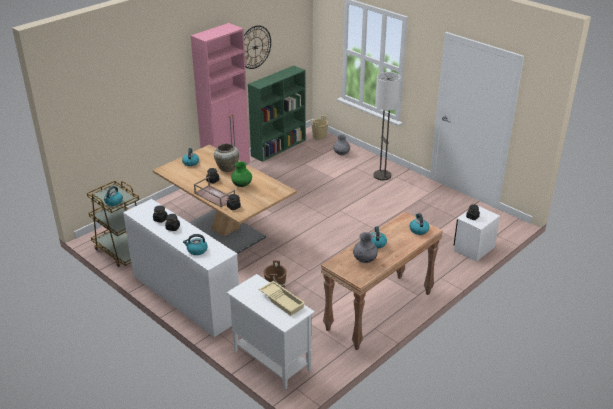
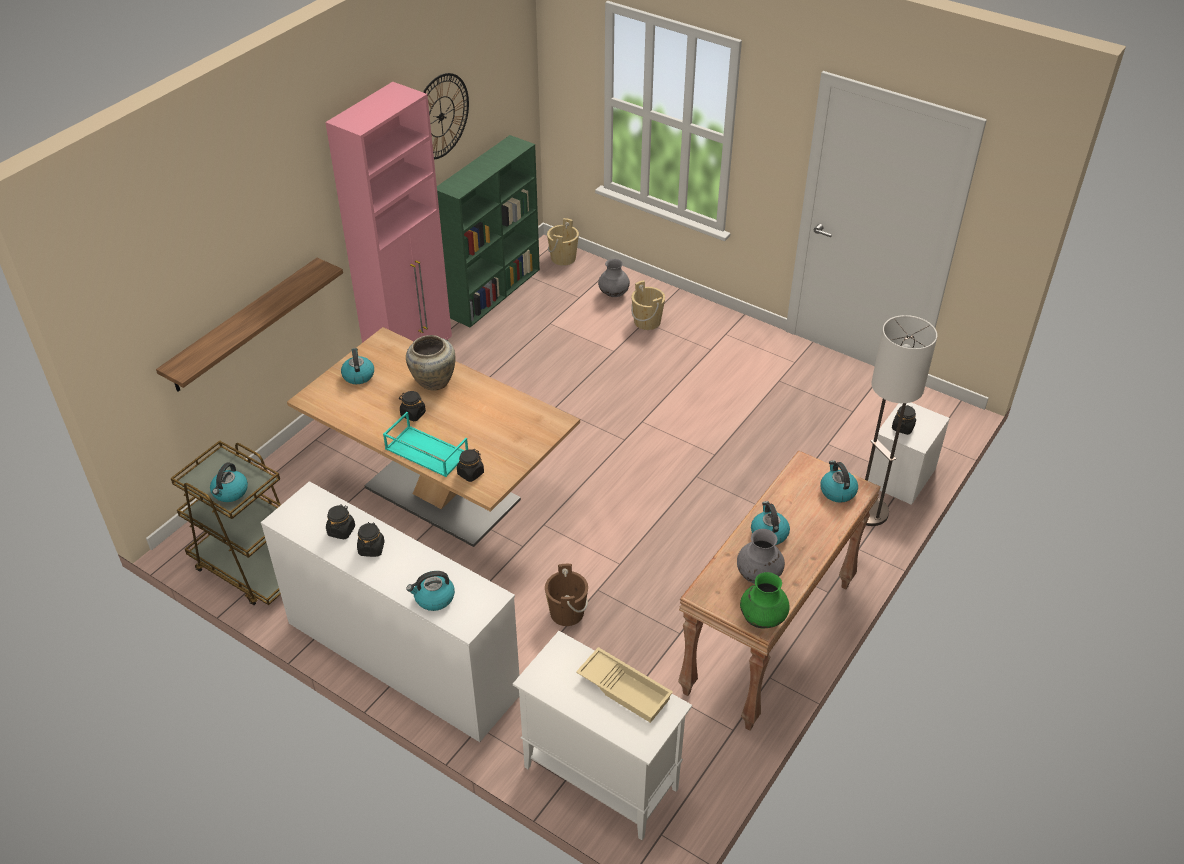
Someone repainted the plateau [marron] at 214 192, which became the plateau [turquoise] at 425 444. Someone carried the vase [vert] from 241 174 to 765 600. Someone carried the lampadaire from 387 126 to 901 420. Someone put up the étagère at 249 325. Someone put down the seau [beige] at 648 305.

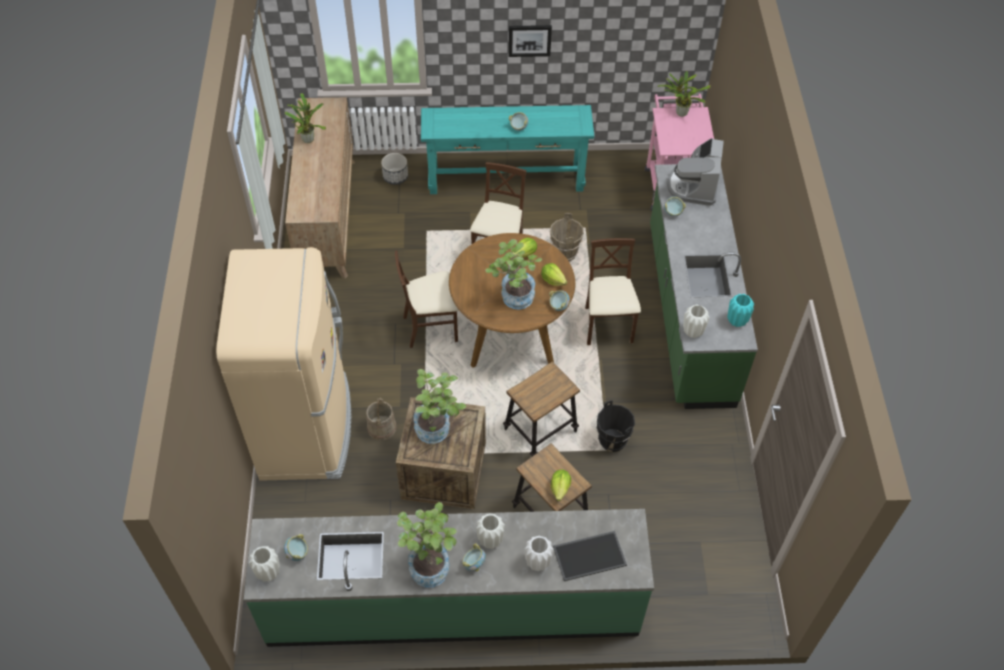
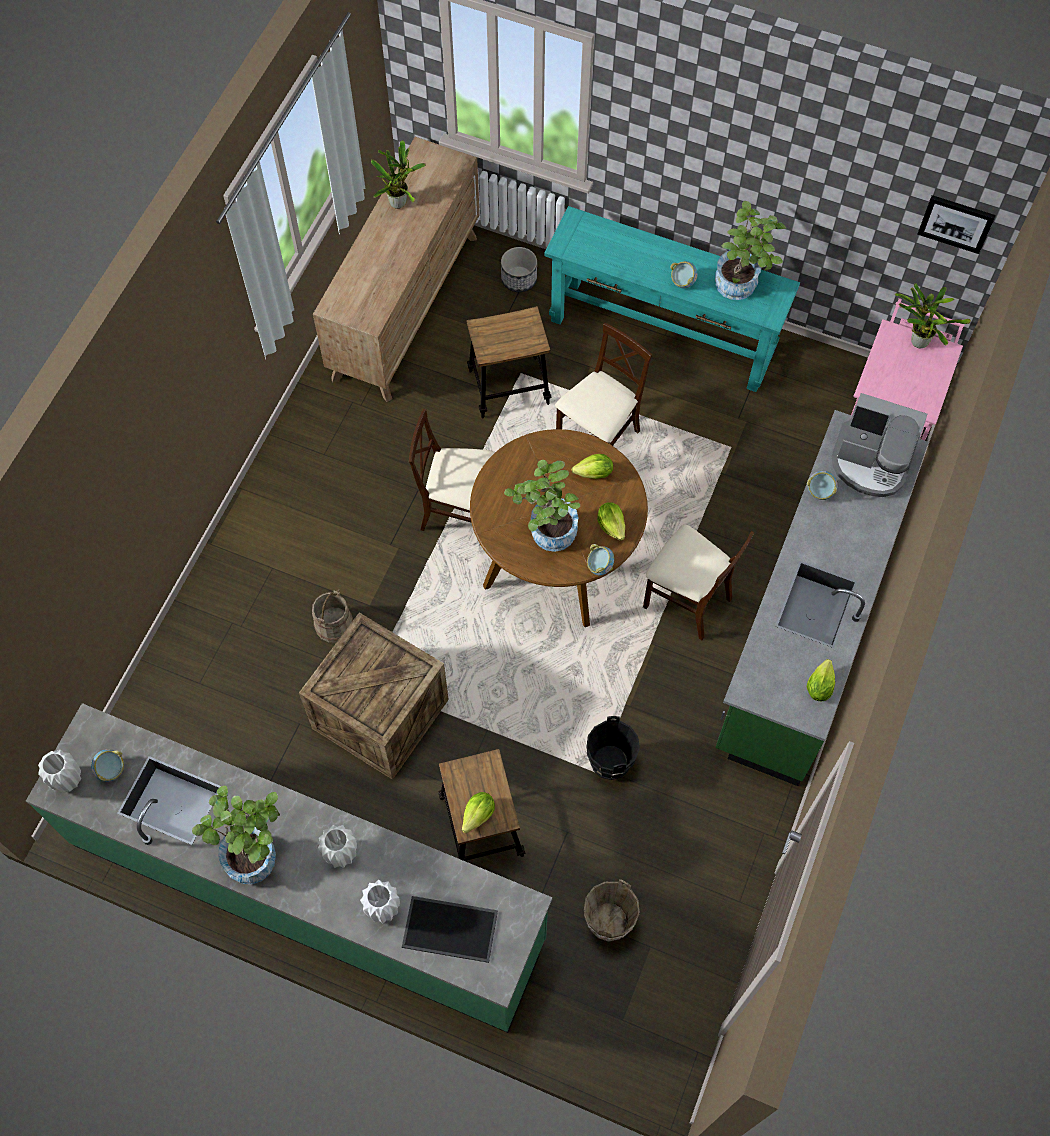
Someone took away the réfrigérateur [beige] at 283 364. Someone carried the plante en pot from 439 406 to 750 250. Someone took away the bol at 474 557. Someone carried the tabouret from 541 408 to 509 362. Someone carried the tableau from 530 41 to 956 224. Someone carried the seau [marron] from 567 237 to 612 910. Someone rotated the chaise [beige] at 613 291 by 105 degrees clockwise. Someone rotated the machine à café at 695 172 by 105 degrees counterclockwise. Someone took away the vase [blanc] at 696 321. Someone swapped the vase [turquoise] at 740 310 for the laitue at 821 680.

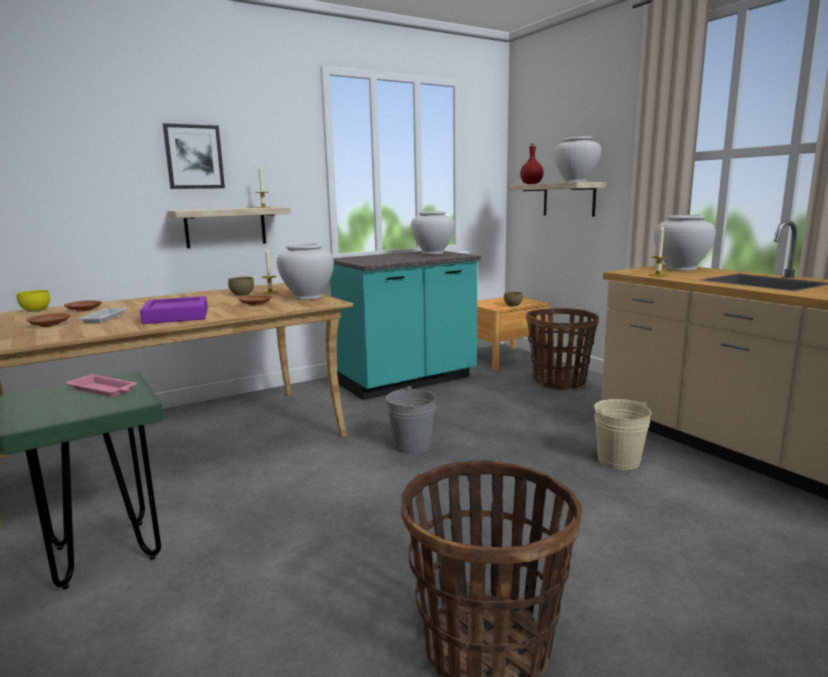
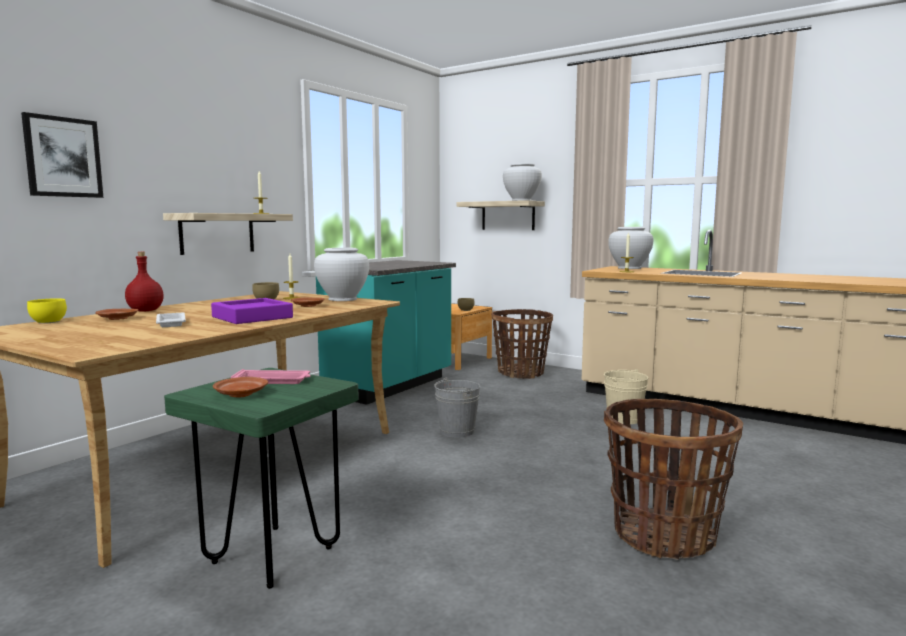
Someone carried the assiette [marron] from 48 320 to 240 387. Someone carried the tableau from 194 156 to 62 155. Someone took away the vase [blanc] at 432 232. Someone carried the bouteille [rouge] from 532 163 to 144 282.

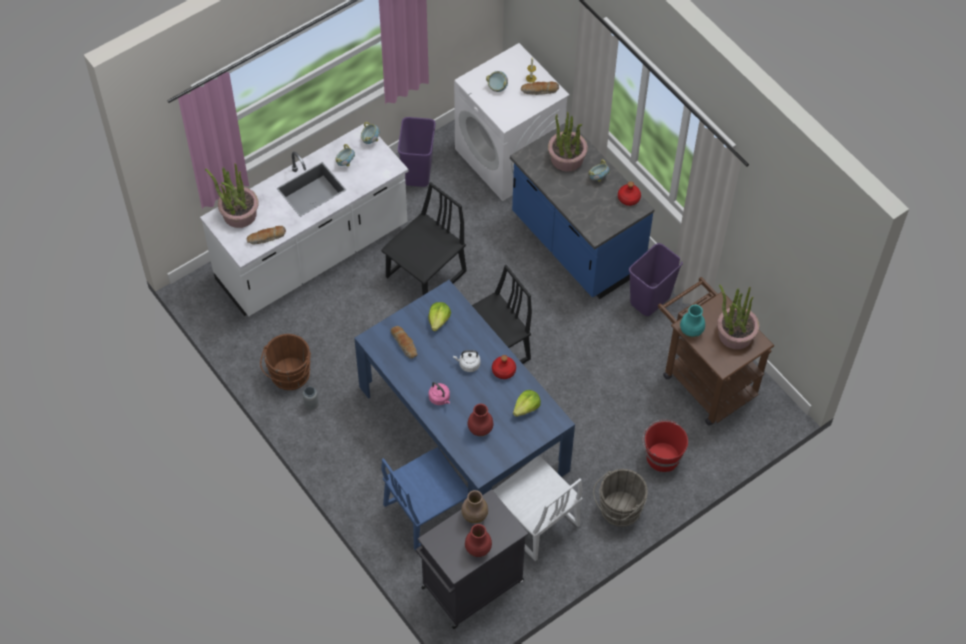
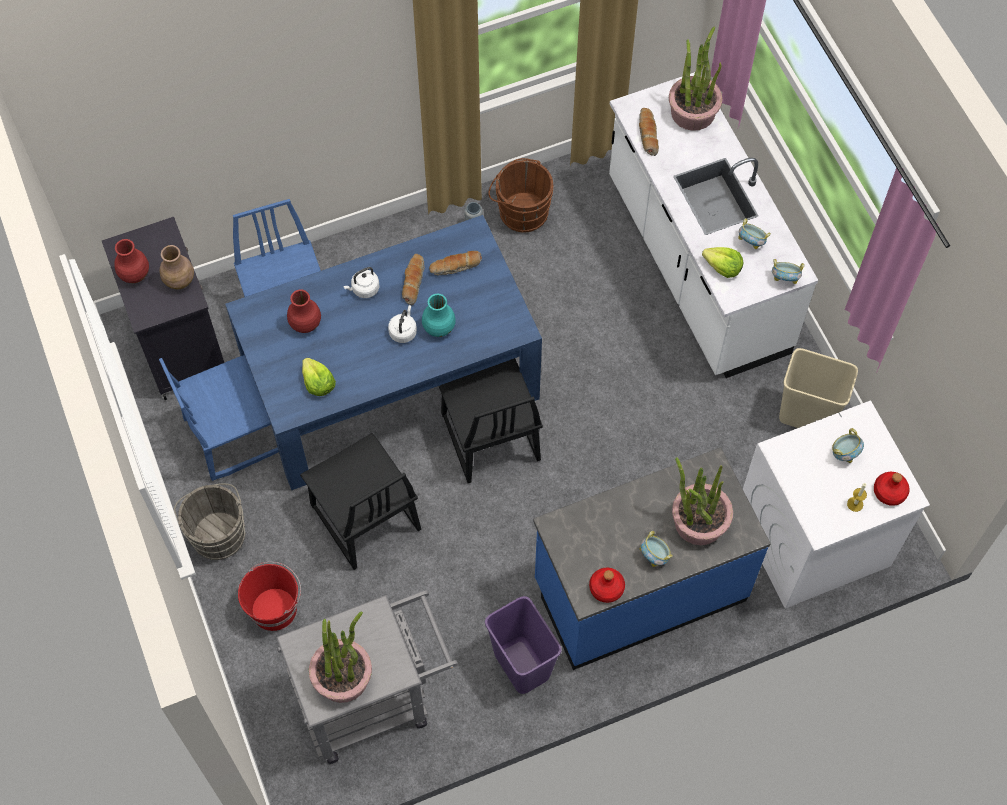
Someone carried the chaise [noir] from 424 238 to 360 501. Someone repainted the poubelle [violet] at 416 152, which became the poubelle [beige] at 818 388. Someone carried the laitue from 439 316 to 723 262. Someone repainted the bouilloire [rose] at 439 393, which became the bouilloire [blanc] at 361 282. Someone carried the bouteille [rouge] from 504 367 to 892 489. Someone repainted the chaise [blanc] at 538 508, which became the chaise [bleu] at 219 418. Someone carried the pain from 540 88 to 413 280. Someone repainted the chariot [marron] at 716 351, which became the chariot [gris] at 367 677. Someone carried the vase [turquoise] from 692 321 to 439 315.

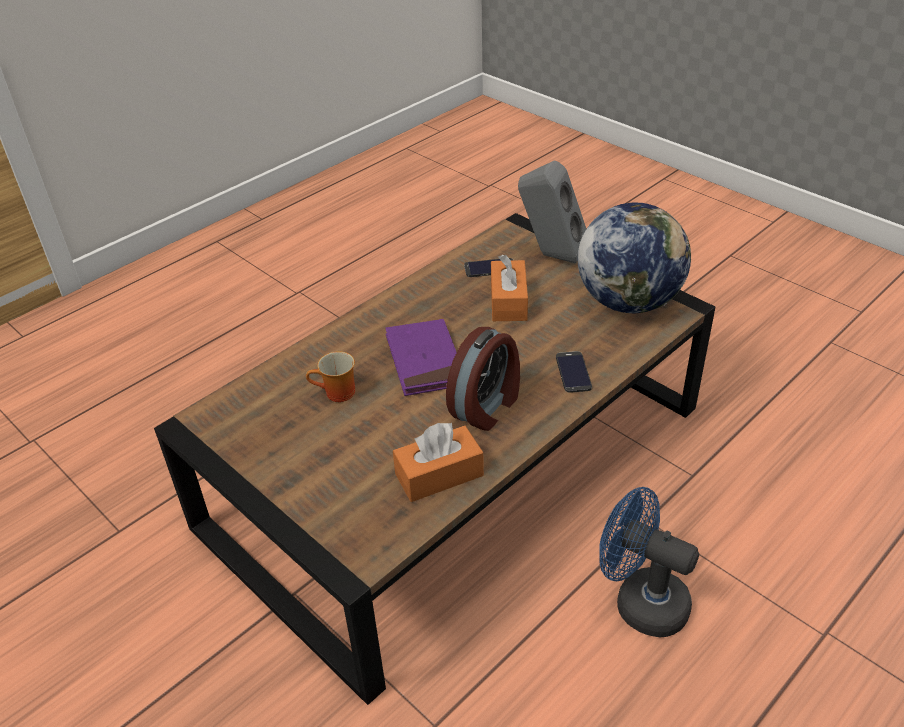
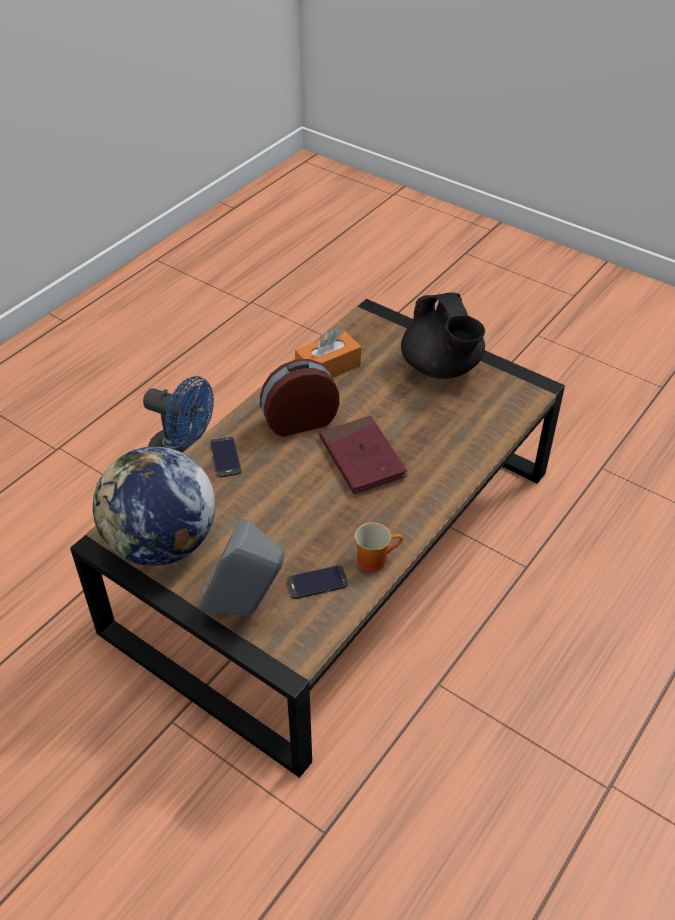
Someone carried the mug from 330 376 to 379 547. Someone repainted the livre [violet] at 421 357, which became the livre [rouge] at 363 455. Someone rotated the réveil at 483 379 by 45 degrees clockwise. Someone took away the boîte à mouchoirs [orange] at 509 288. Someone put down the théière [noir] at 443 336.

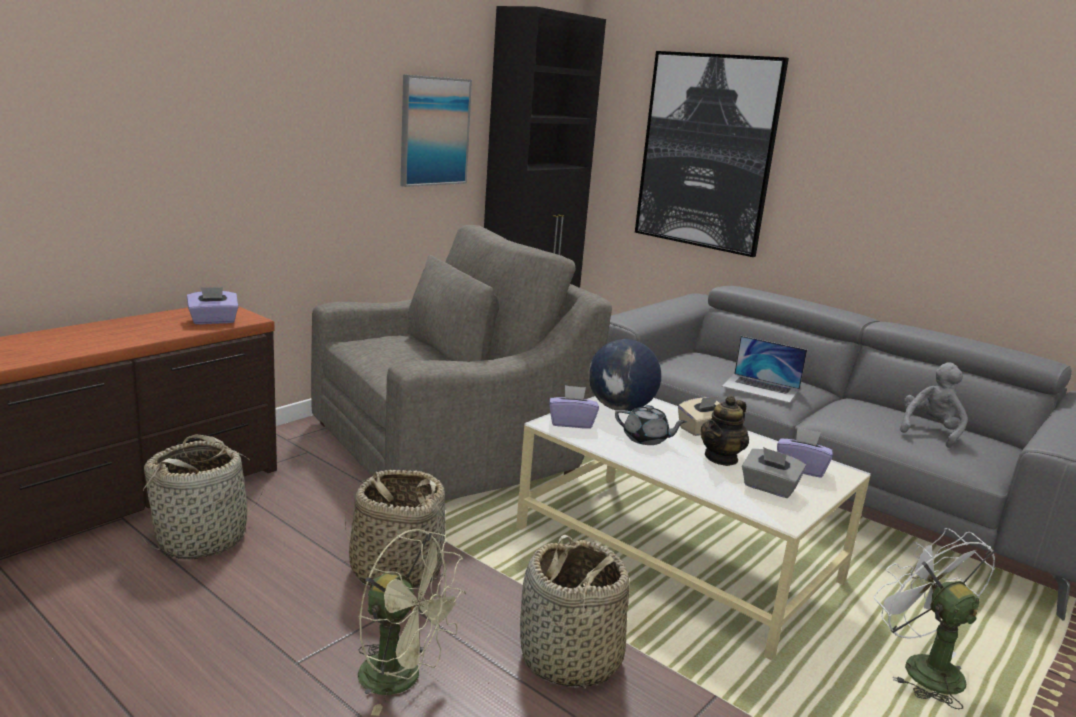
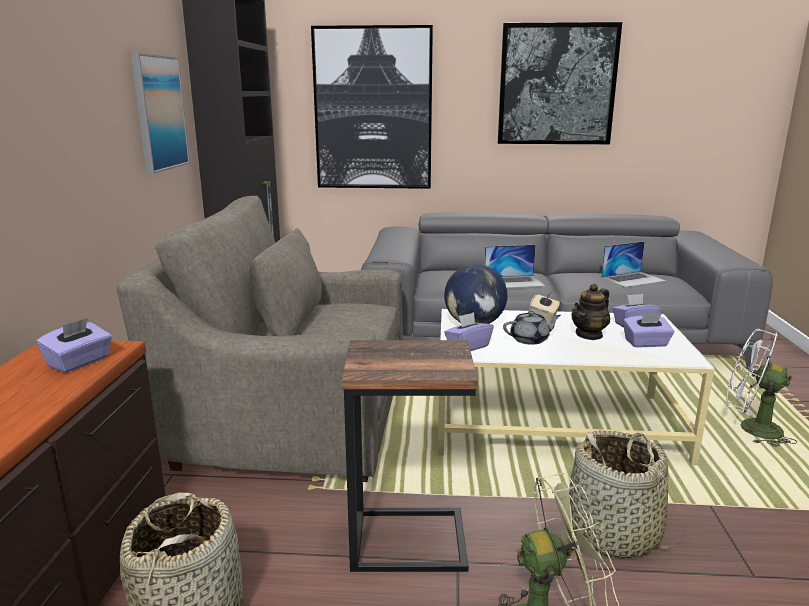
Someone rotated the fauteuil [gris] at 461 363 by 105 degrees counterclockwise. Someone swapped the panier at 395 529 for the table d'appoint at 410 456. Someone rotated the théière at 725 430 by 45 degrees clockwise. Someone repainted the boîte à mouchoirs [gris] at 774 472, which became the boîte à mouchoirs [violet] at 648 330. Someone swapped the peluche [gris] at 934 405 for the ordinateur portable at 633 264. Someone put up the tableau at 560 83.

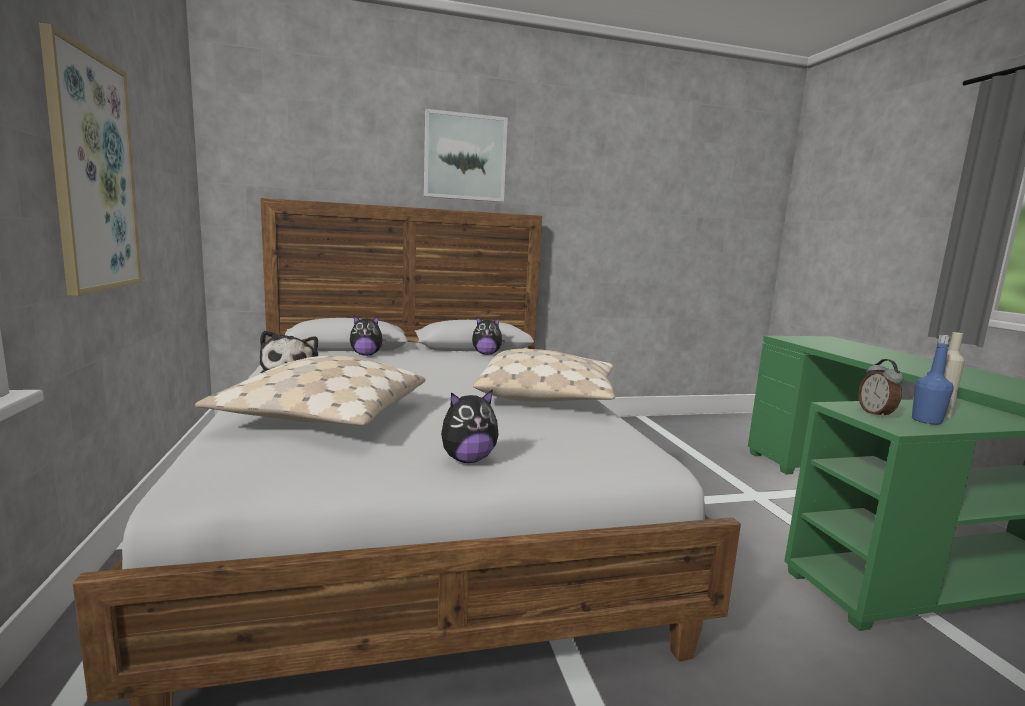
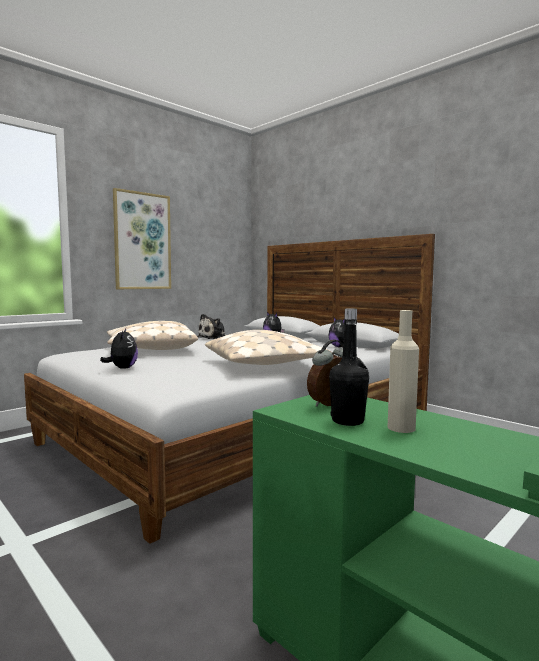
Someone took away the tableau at 466 155. Someone rotated the peluche at 470 426 by 135 degrees counterclockwise. Someone repainted the bouteille [bleu] at 933 380, which became the bouteille [noir] at 349 367.

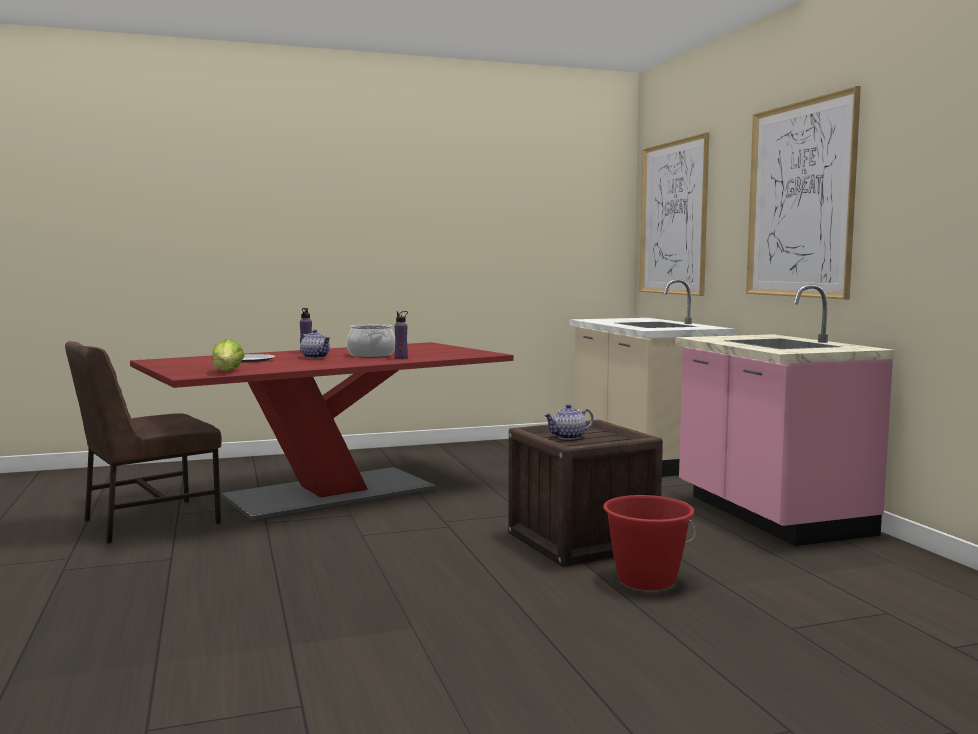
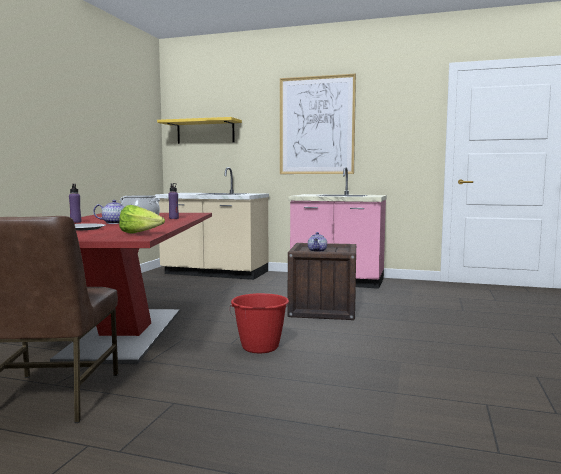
Someone carried the seau [rouge] from 649 542 to 259 323. Someone swapped the tableau at 674 214 for the étagère [jaune] at 199 130.

